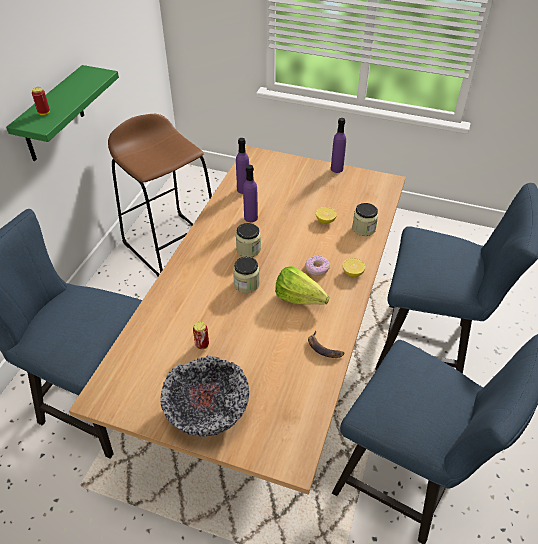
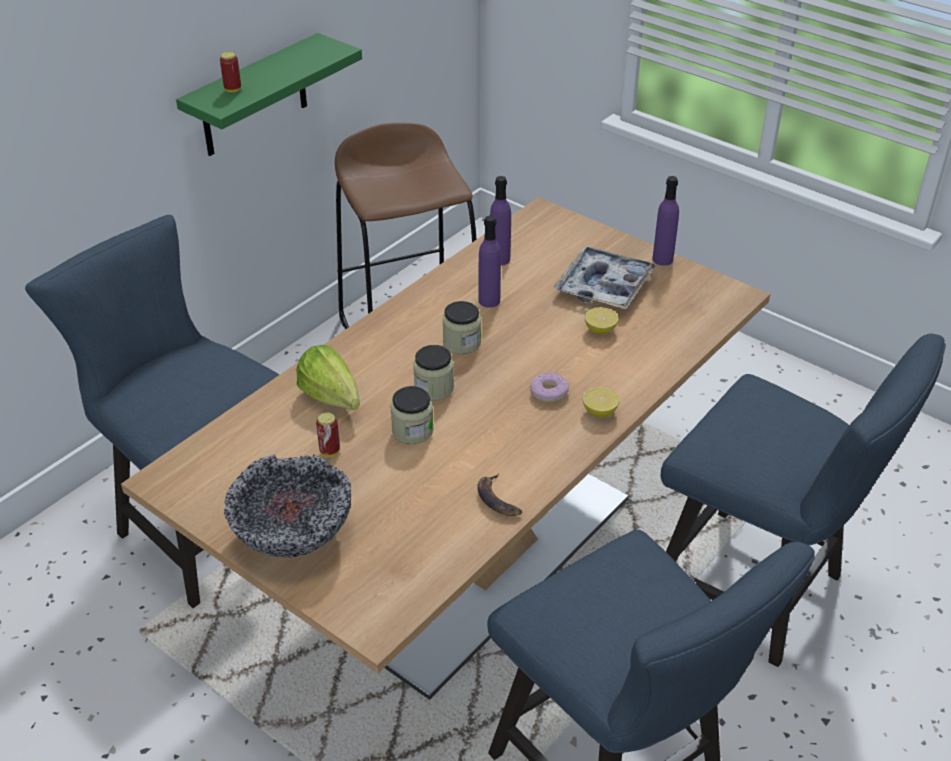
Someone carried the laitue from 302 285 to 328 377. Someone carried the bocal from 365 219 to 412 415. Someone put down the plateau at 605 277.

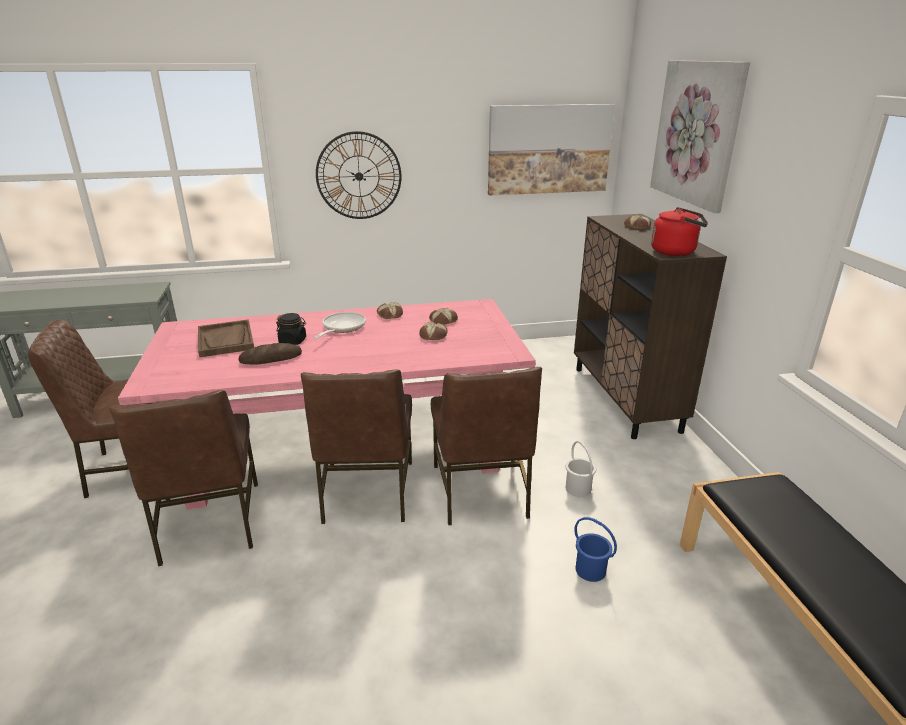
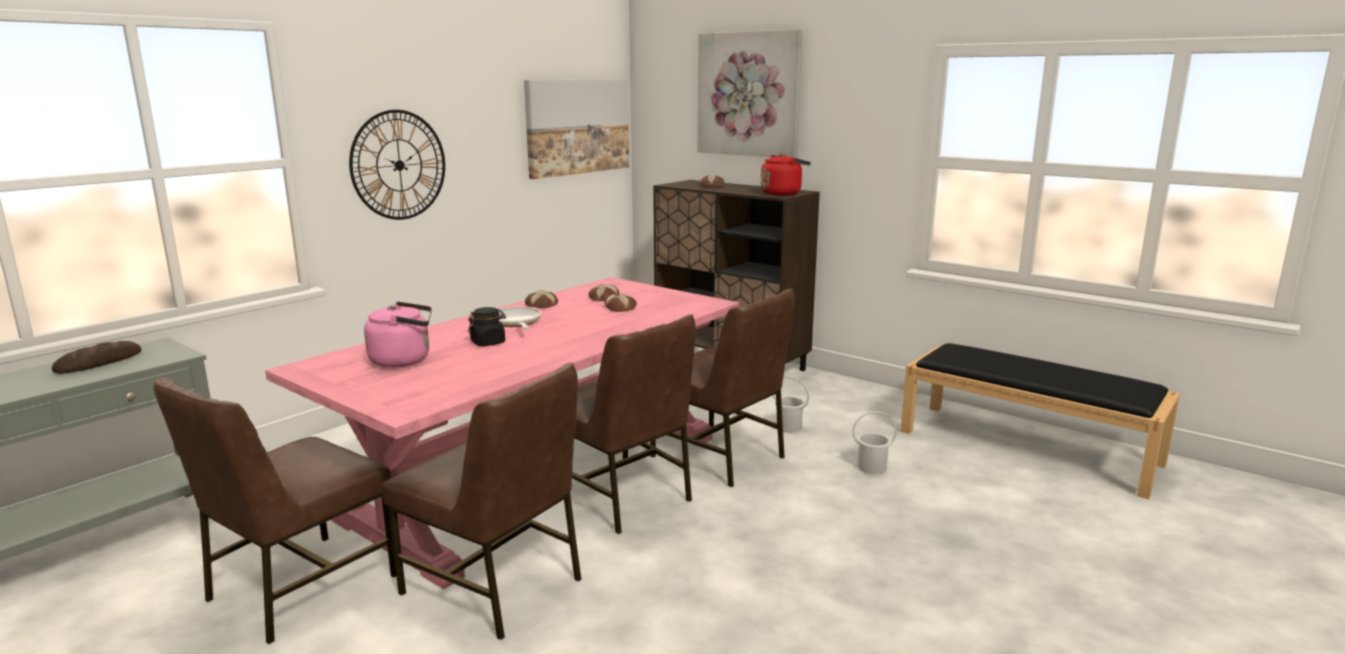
Someone swapped the plateau [marron] at 226 338 for the bouilloire [rose] at 398 334. Someone carried the pain from 270 354 to 96 357. Someone repainted the seau [bleu] at 595 549, which became the seau [blanc] at 874 442.

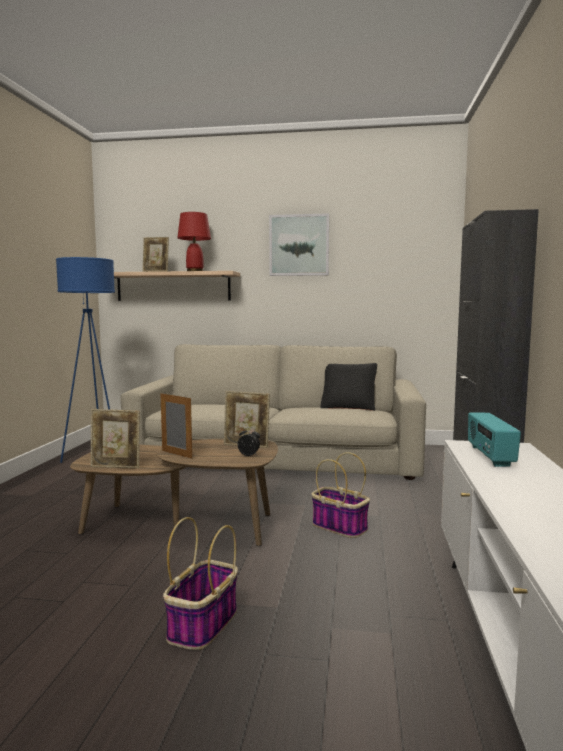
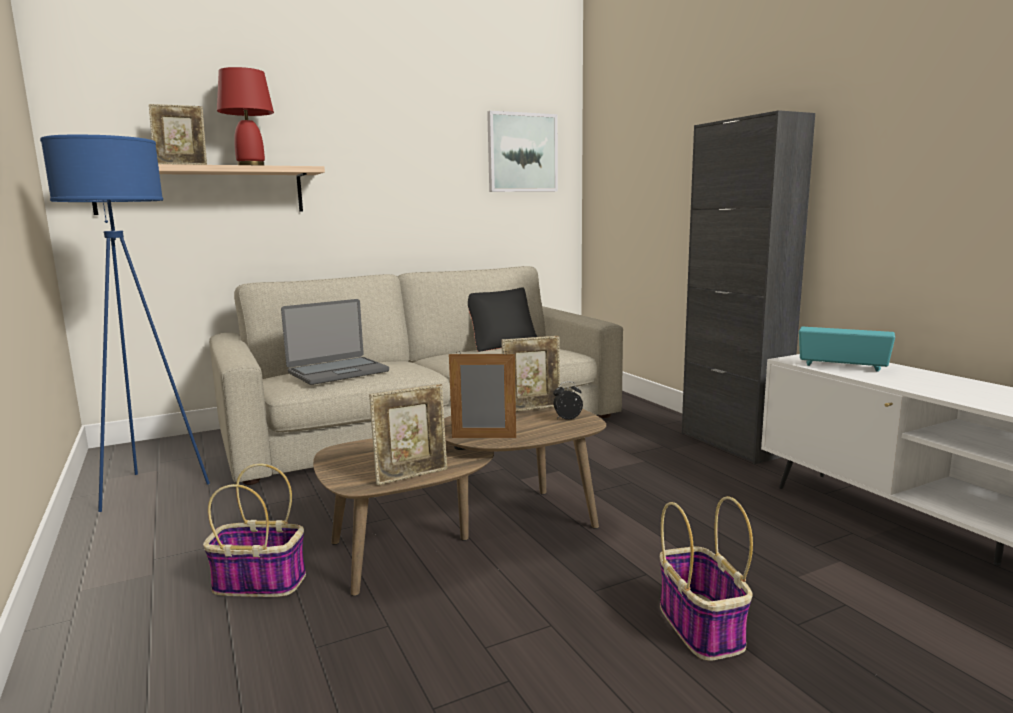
Someone carried the tableau from 299 244 to 522 151. Someone carried the panier from 341 495 to 254 530. Someone rotated the radio at 494 439 by 150 degrees clockwise. Someone put down the ordinateur portable at 335 342.

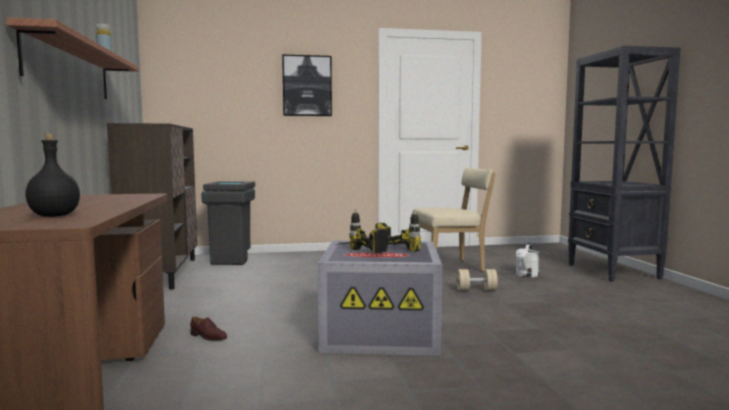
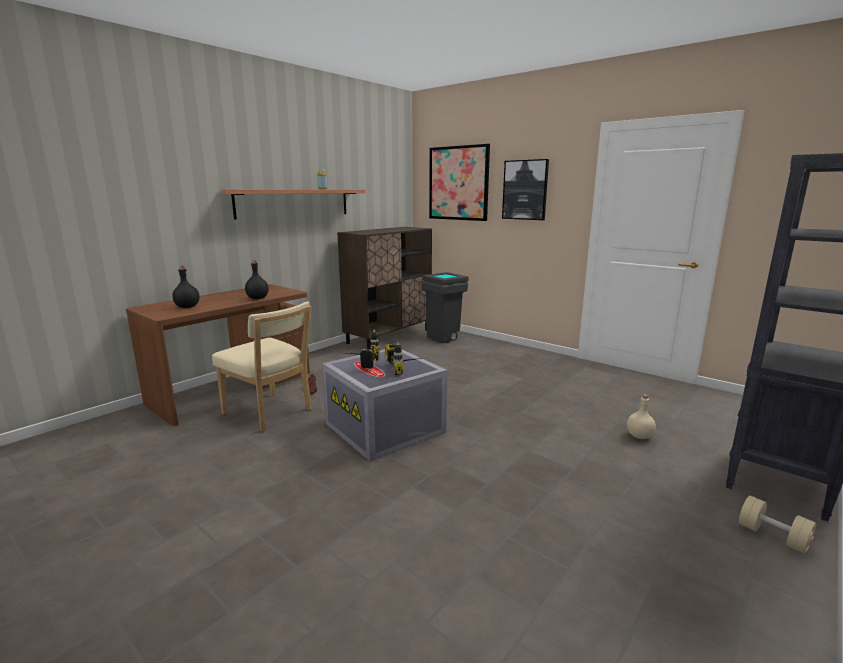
Someone carried the chaise [beige] from 454 219 to 262 367. Someone carried the haltère [beige] from 477 280 to 777 525. Someone swapped the arrosoir [blanc] at 527 259 for the bouteille [beige] at 641 416. Someone put down the bouteille [noir] at 257 279. Someone put up the tableau at 459 182.

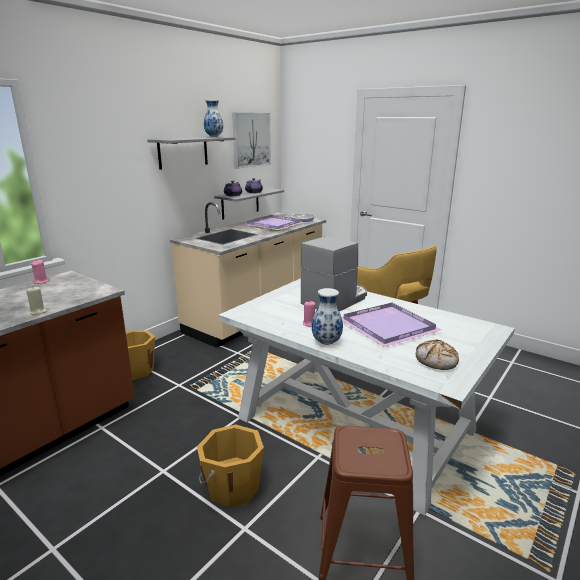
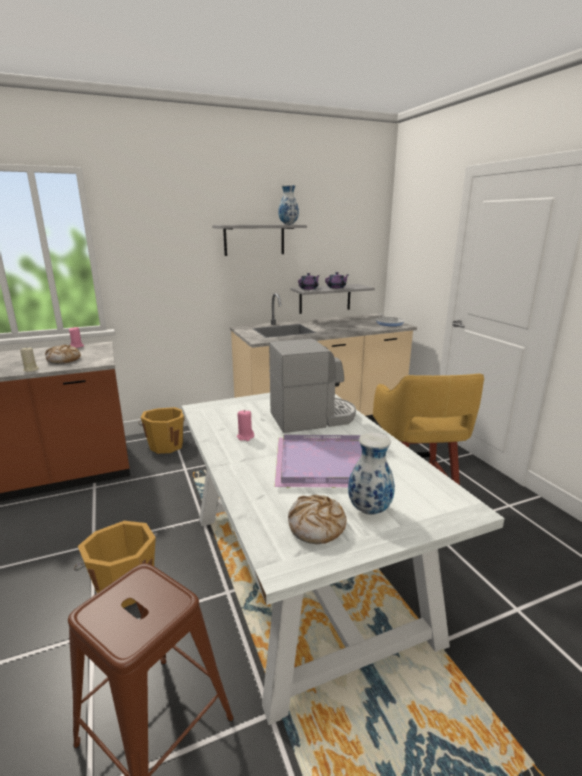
Someone took away the tableau at 251 140. Someone took away the plateau [violet] at 274 223. Someone carried the vase from 327 316 to 371 474. Someone put down the pain at 63 354.

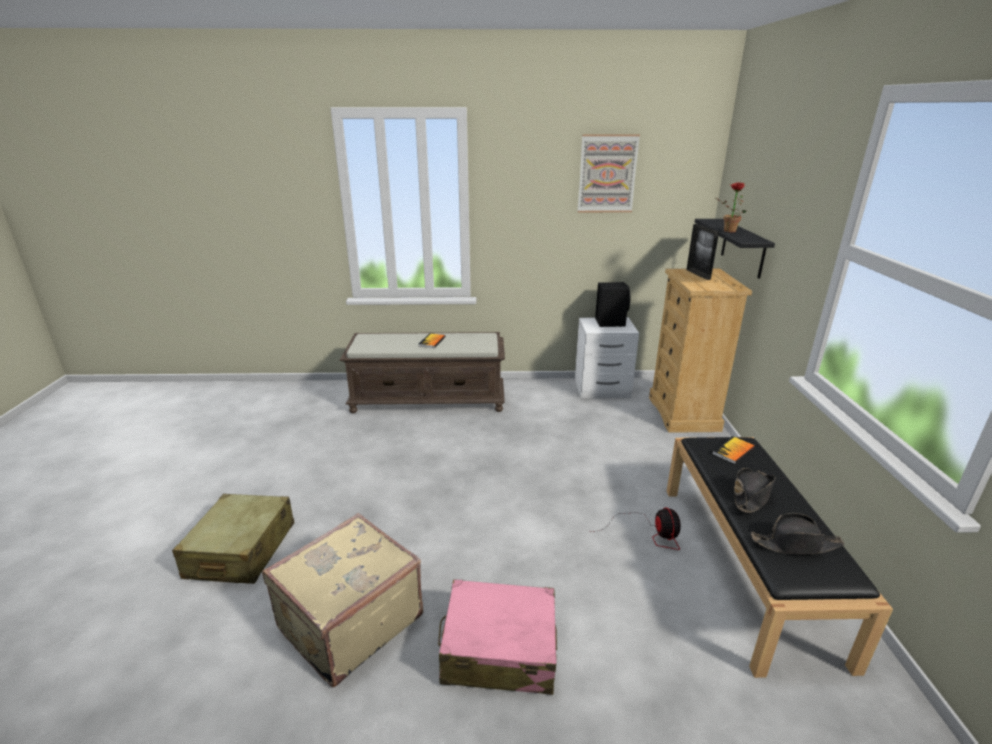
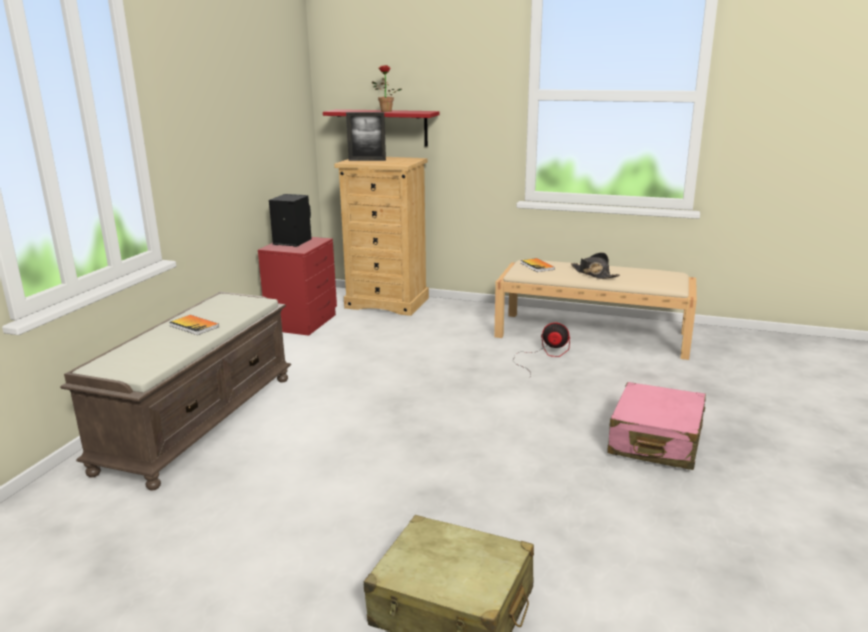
Someone took away the valise [beige] at 342 600. Someone repainted the table de chevet [blanc] at 607 357, which became the table de chevet [rouge] at 297 286. Someone took away the tableau at 608 173. Someone repainted the banc [noir] at 780 557, which became the banc [beige] at 595 309. Someone repainted the étagère [noir] at 735 249, which became the étagère [rouge] at 381 128. Someone took away the chapeau [noir] at 798 533.

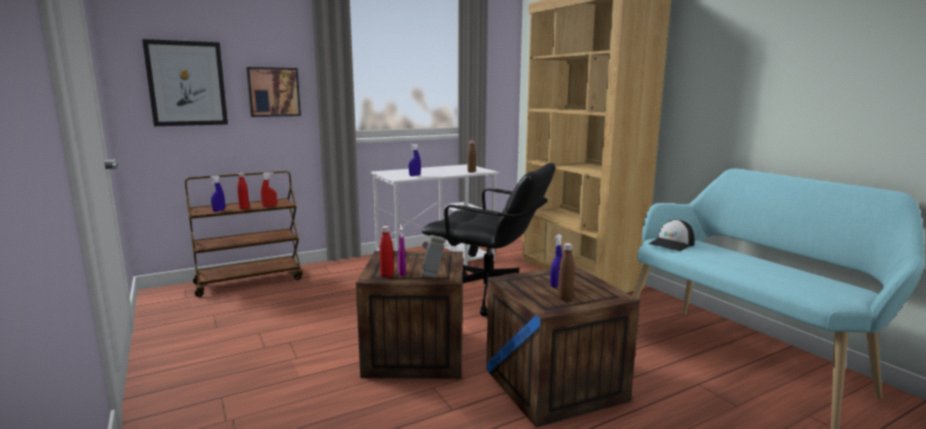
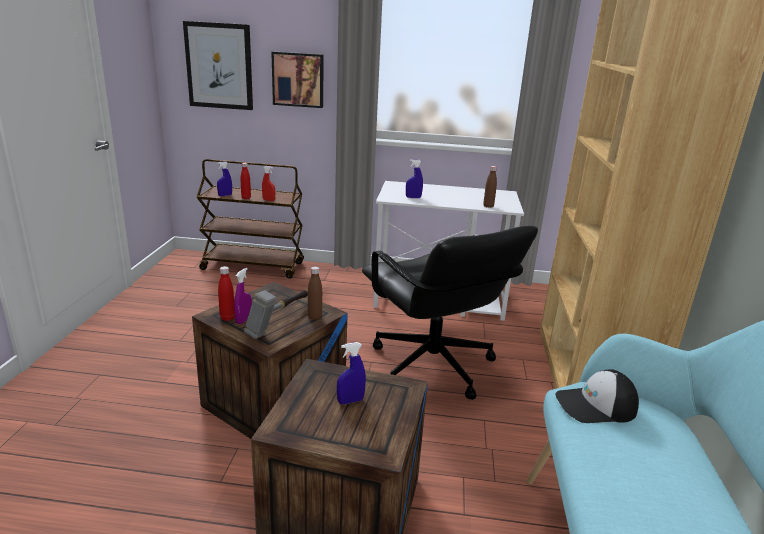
Someone carried the bouteille [marron] from 566 272 to 315 293.

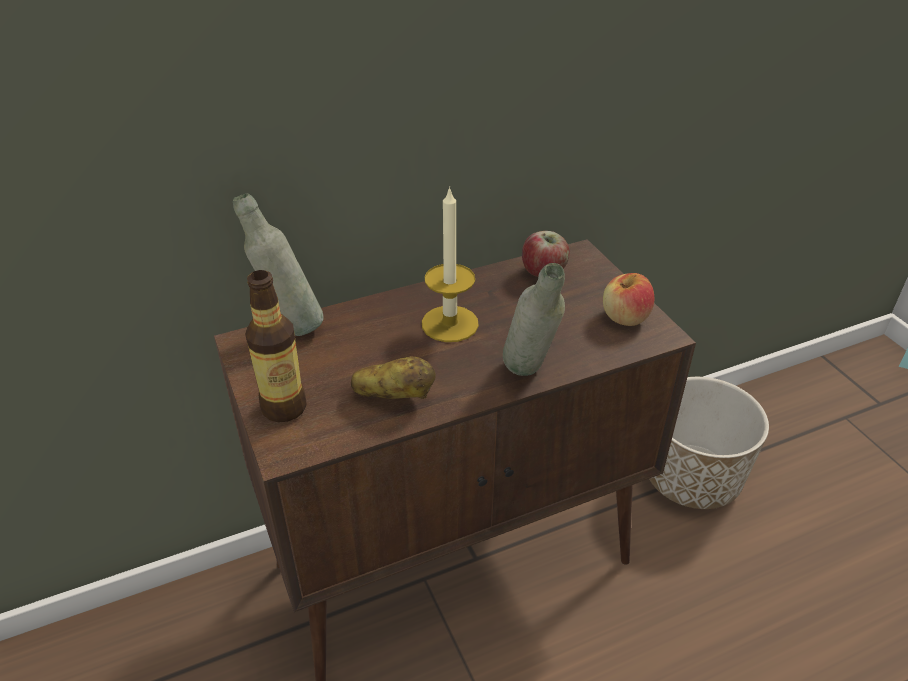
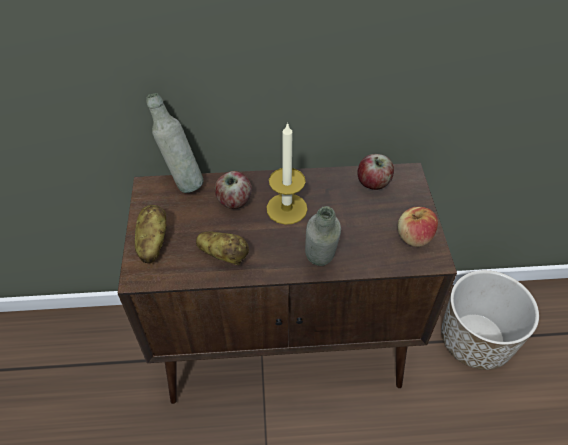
Someone swapped the bouteille at 275 346 for the pomme de terre at 151 234. Someone put down the pomme at 233 190.

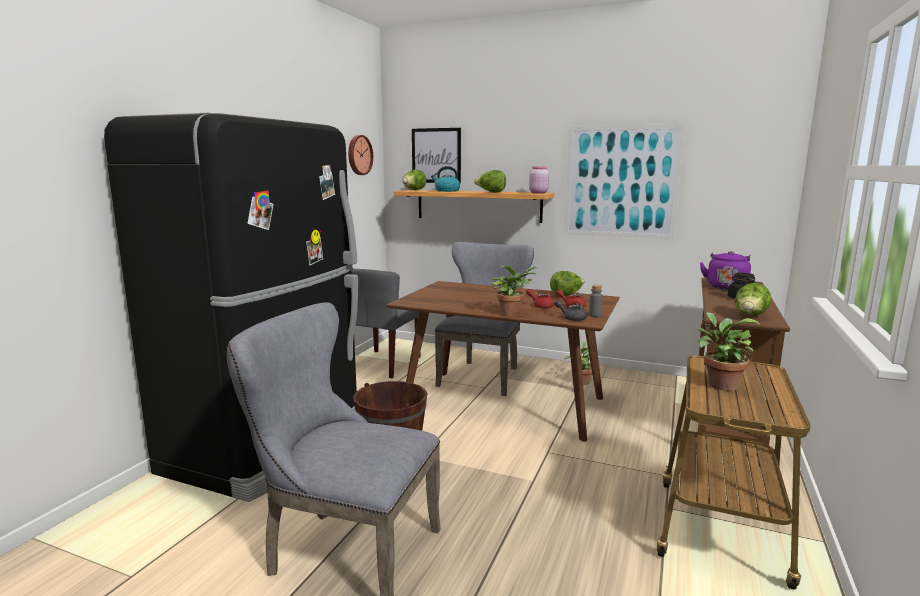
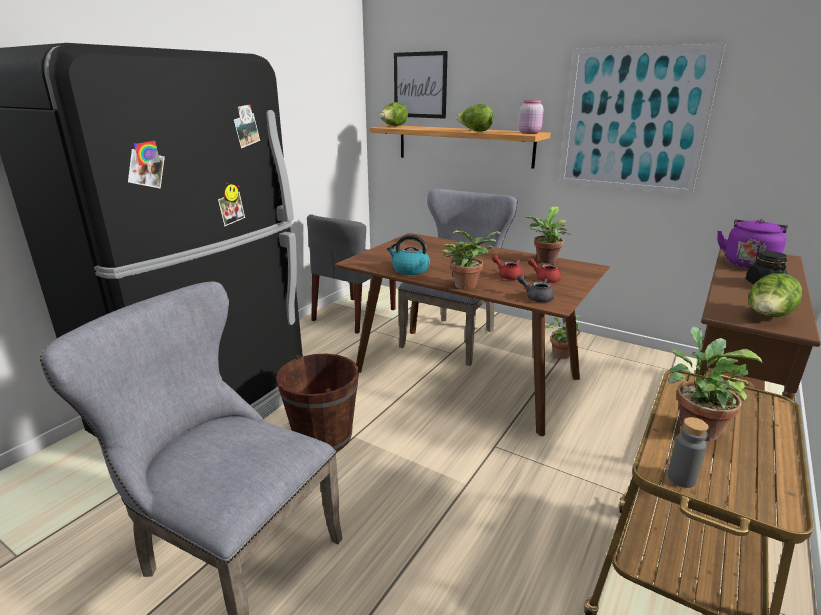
Someone took away the horloge murale at 360 155. Someone carried the bouilloire from 445 179 to 408 255. Someone swapped the laitue at 567 283 for the plante en pot at 548 234. Someone carried the bouteille [gris] from 595 301 to 688 452.

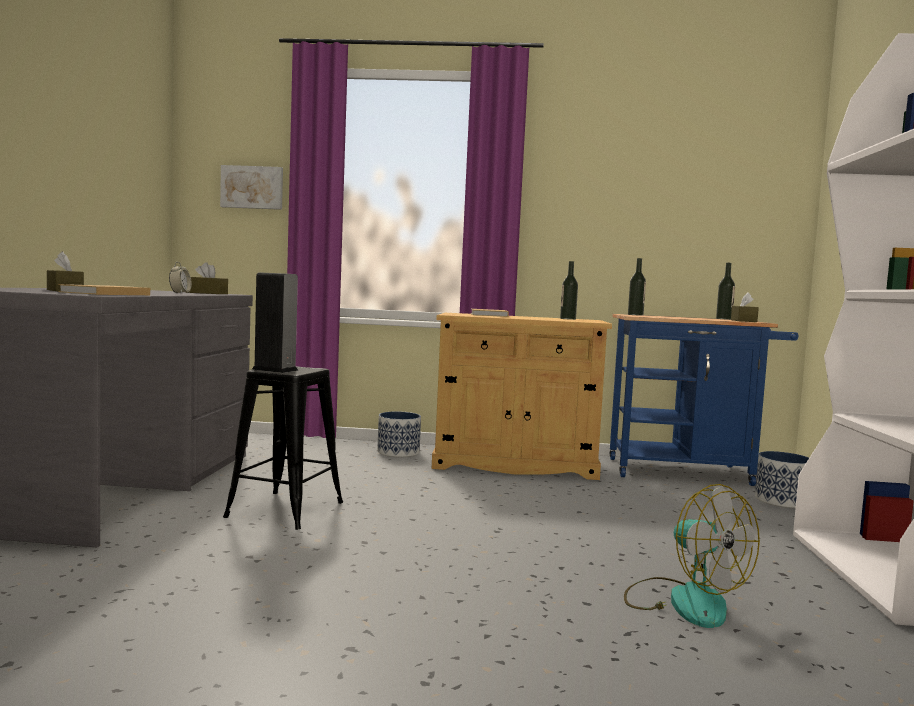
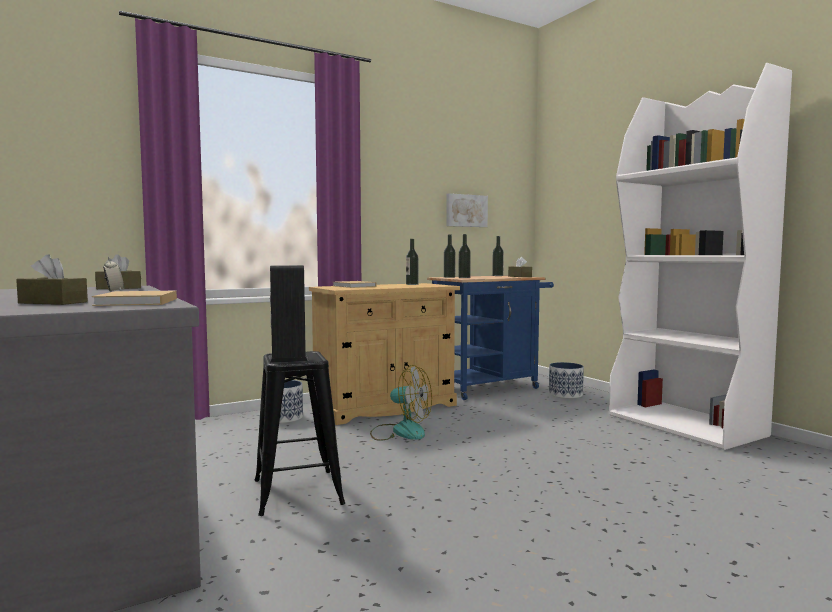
Someone carried the tableau from 251 187 to 467 210. Someone carried the ventilateur from 692 556 to 401 403. Someone put down the bouteille at 465 256.

